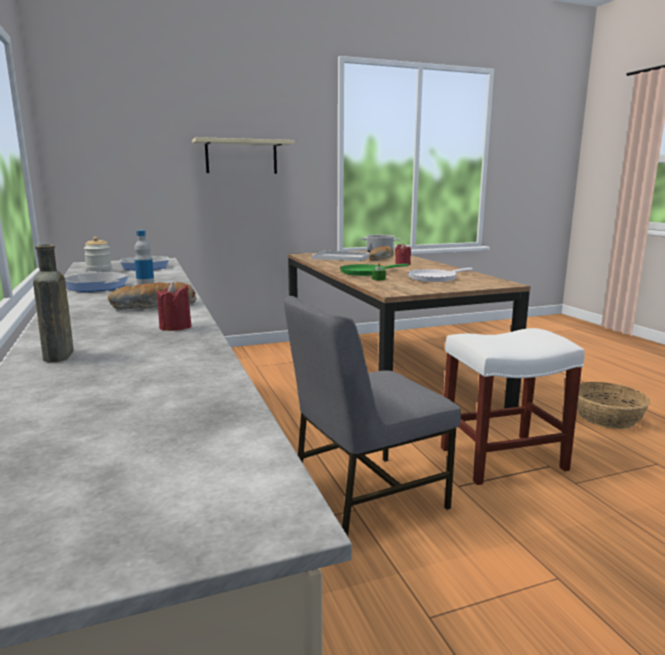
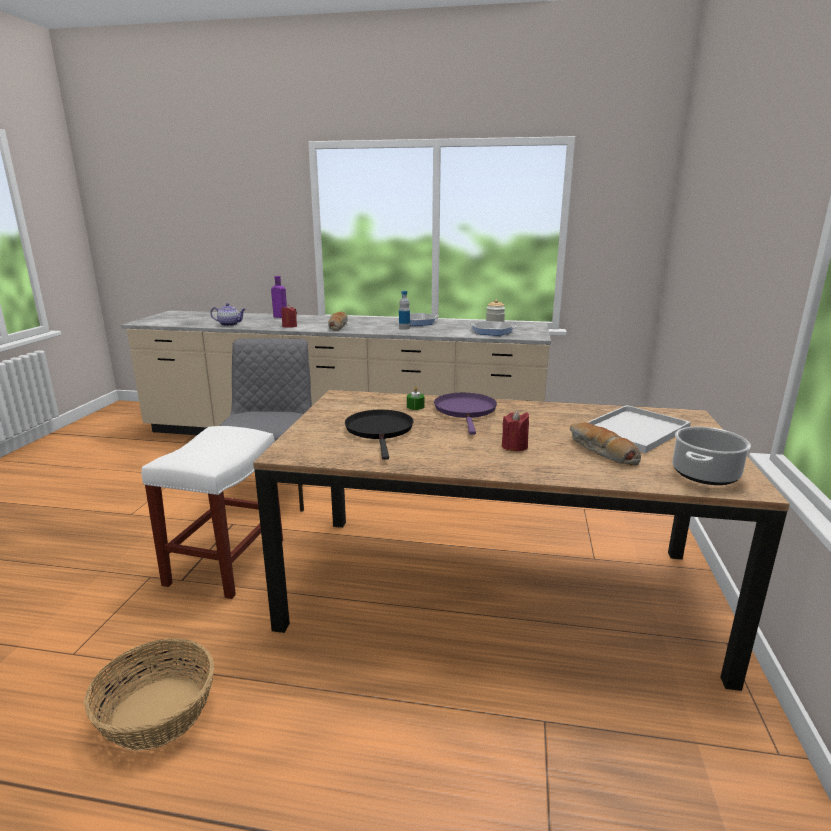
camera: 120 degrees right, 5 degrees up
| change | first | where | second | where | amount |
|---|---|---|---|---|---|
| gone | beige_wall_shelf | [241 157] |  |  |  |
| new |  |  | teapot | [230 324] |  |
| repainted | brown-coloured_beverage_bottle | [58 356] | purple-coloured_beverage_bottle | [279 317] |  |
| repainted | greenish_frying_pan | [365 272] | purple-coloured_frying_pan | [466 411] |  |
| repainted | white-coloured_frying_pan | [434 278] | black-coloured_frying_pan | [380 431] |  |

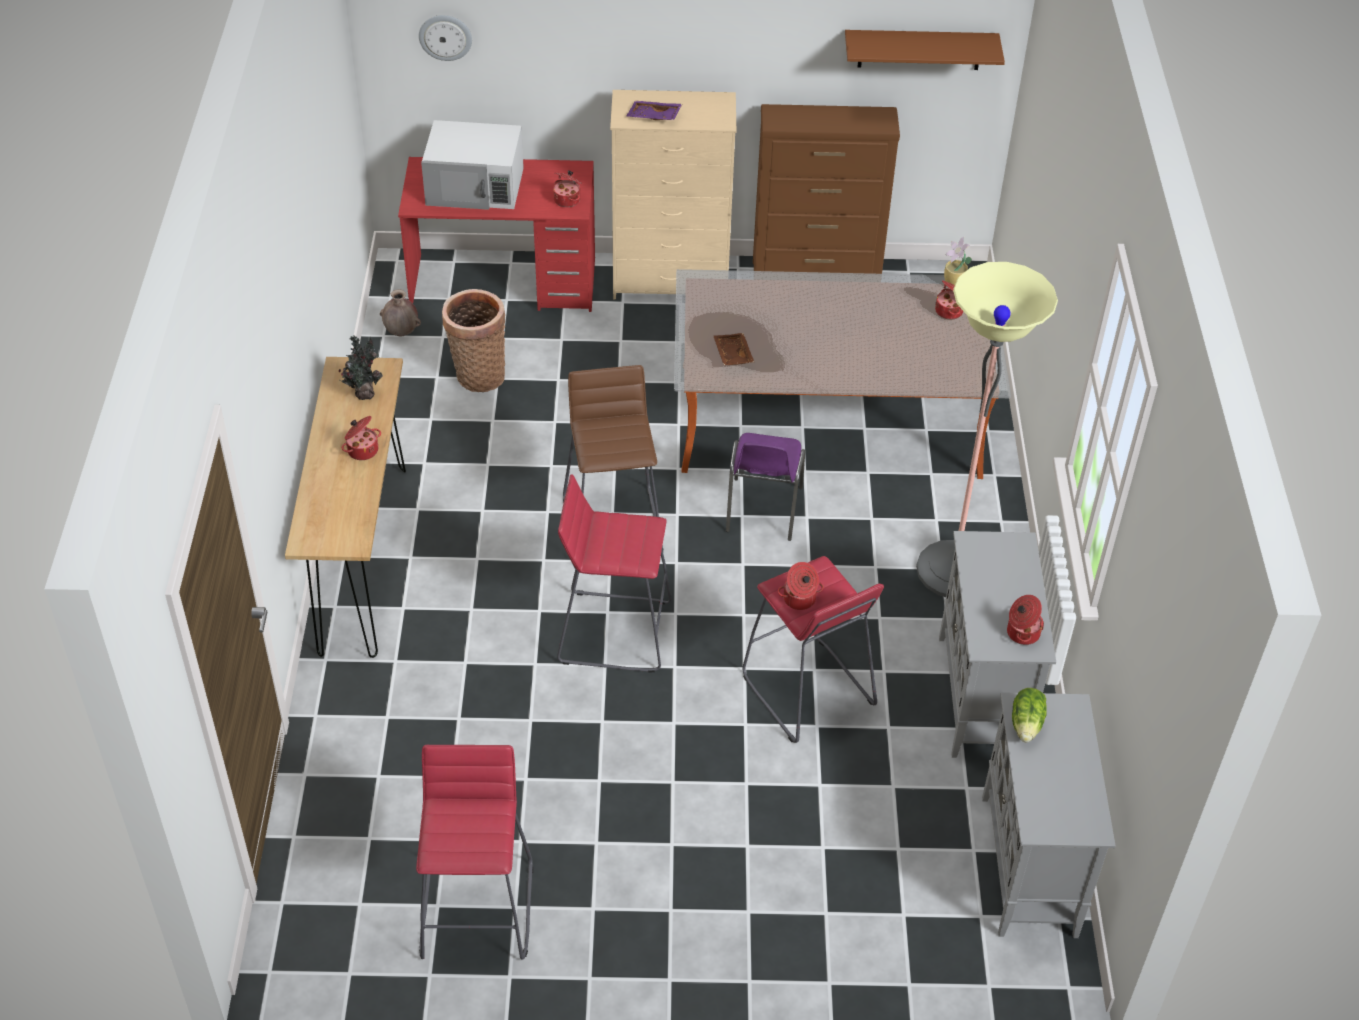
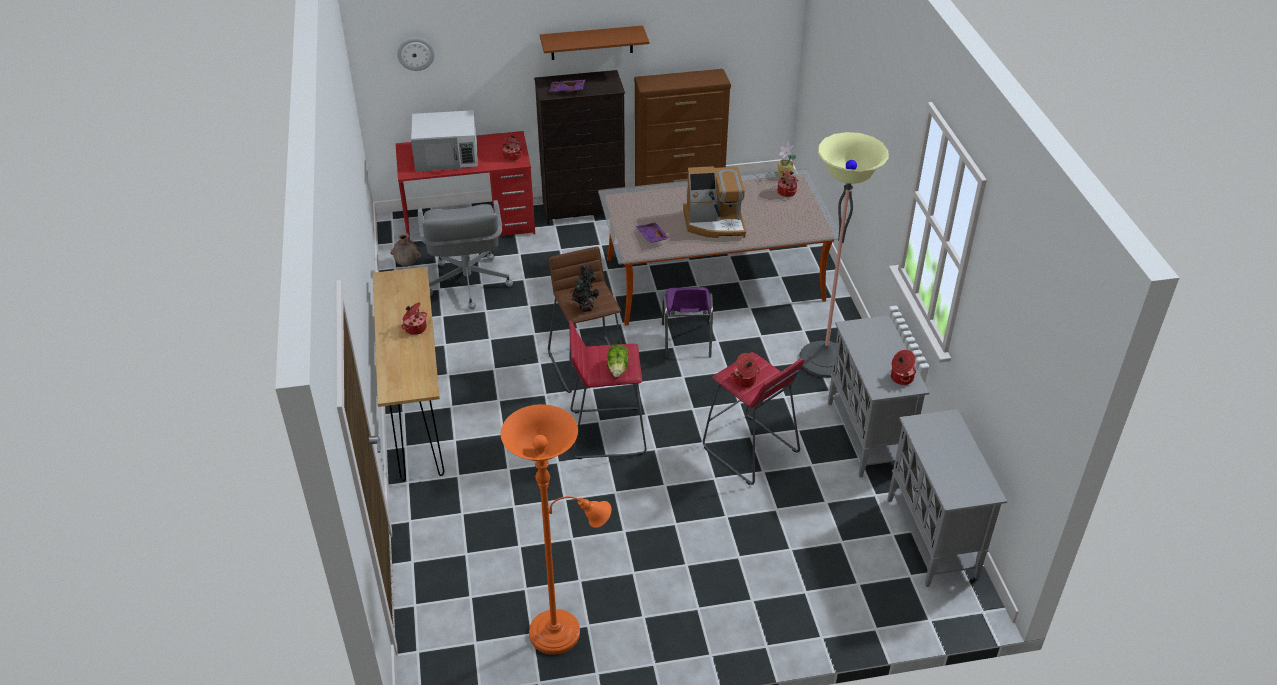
camera: 10 degrees left, 5 degrees down
| change | first | where | second | where | amount |
|---|---|---|---|---|---|
| new |  |  | coffee_machine | [715 223] |  |
| shifted | houseplant | [364 393] |  | [585 307] |  |
| shifted | brown-coloured_wall_shelf | [919 49] |  | [591 43] |  |
| shifted | head_of_lettuce | [1027 724] |  | [618 368] |  |
| swapped | reddish_stool_seat | [478 909] | orange-coloured_floor_lamp | [561 631] |  |
| swapped | household_basket | [477 374] | greyish_computer_chair | [467 283] |  |
| repainted | beige_chest_of_drawers | [671 282] | black-coloured_chest_of_drawers | [584 209] |  |
| repainted | brown-coloured_carrying_tray | [732 355] | purple-coloured_carrying_tray | [651 237] |  |

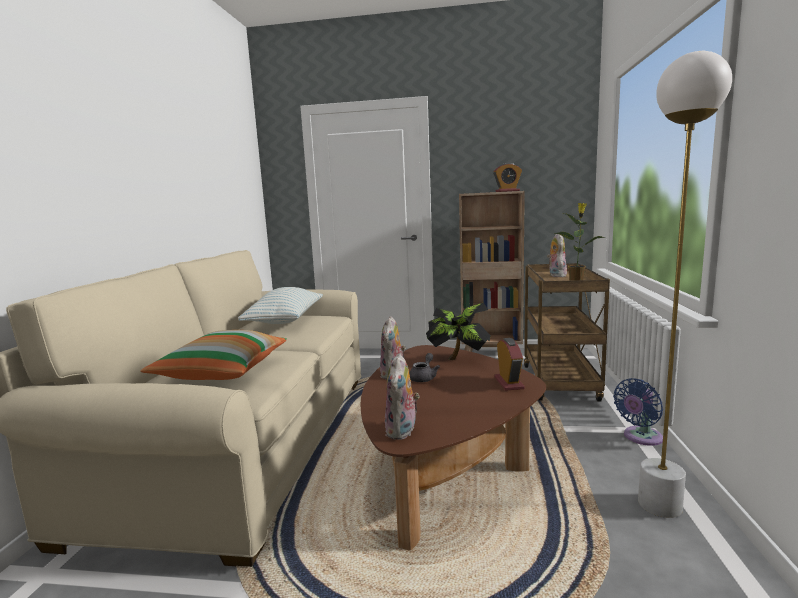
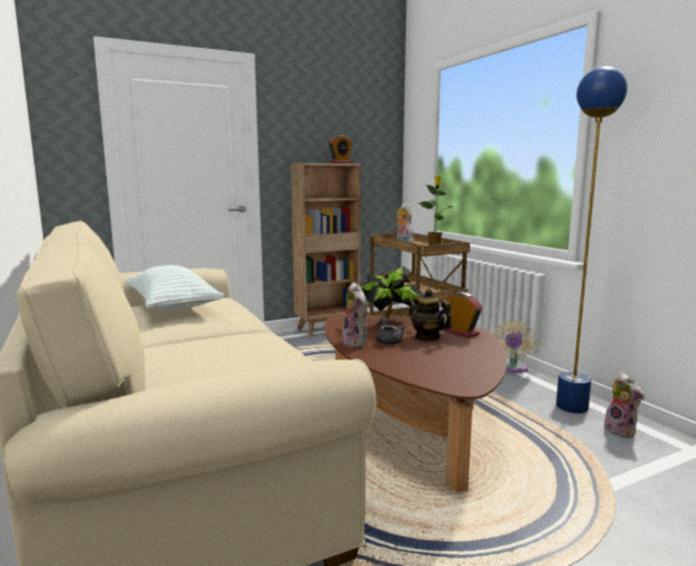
camera: 35 degrees left, 0 degrees up
| change | first | where | second | where | amount |
|---|---|---|---|---|---|
| gone | pillow | [222 371] |  |  |  |
| new |  |  | teapot | [427 337] |  |
| shifted | cuddly_toy | [403 431] |  | [622 431] |  |
| repainted | blue_cooling_fan | [640 438] | beige_cooling_fan | [512 368] |  |
| repainted | white-coloured_floor_lamp | [660 505] | blue_floor_lamp | [572 407] |  |

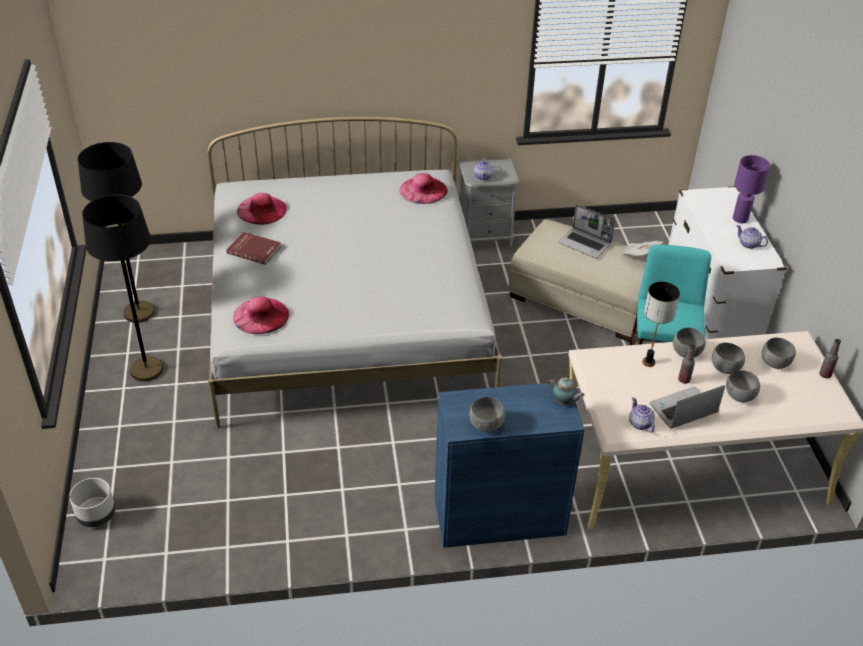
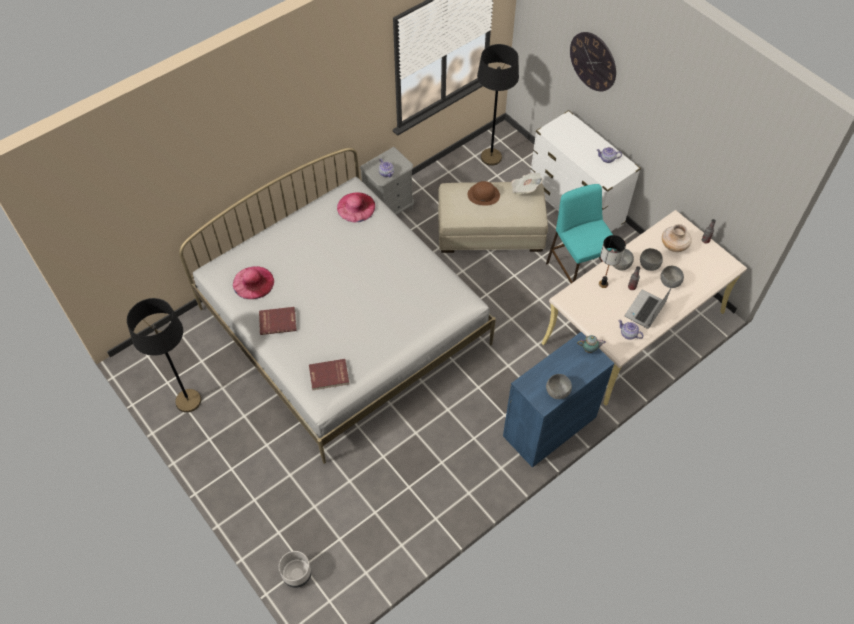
camera: 30 degrees left, 15 degrees up
| change | first | where | second | where | amount |
|---|---|---|---|---|---|
| gone | purple-coloured_lamp_for_a_table | [739 219] |  |  |  |
| new |  |  | wall_clock | [593 61] |  |
| shifted | black-coloured_floor_lamp | [146 370] |  | [491 157] |  |
| swapped | pink-coloured_clothing_hat | [261 315] | reddish_volume | [329 376] |  |
| swapped | notebook_computer | [585 244] | brown-coloured_clothing_hat | [483 194] |  |
| swapped | greyish_bowl | [775 363] | beige_flower_vase | [674 246] |  |

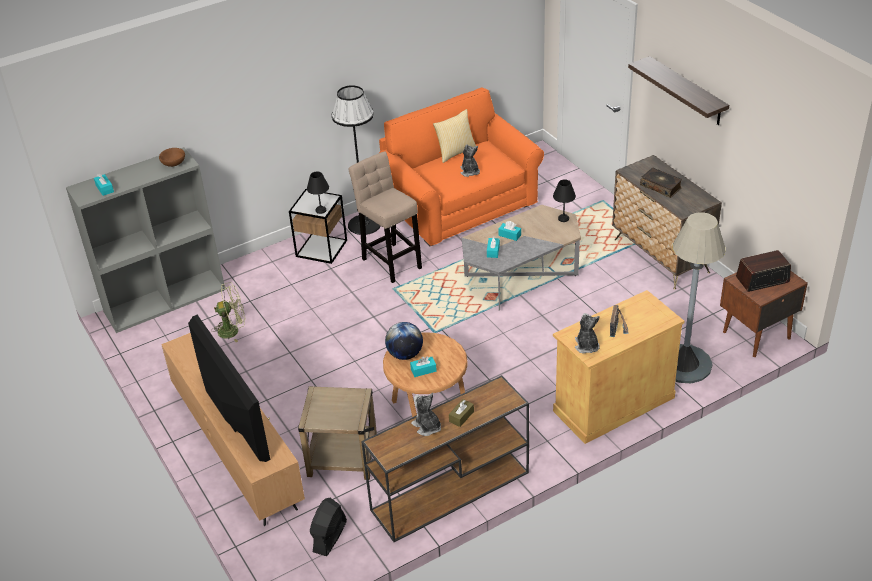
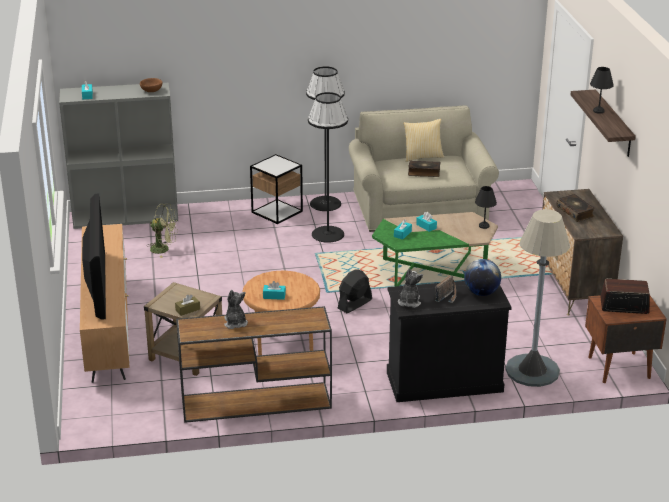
camera: 20 degrees right, 10 degrees down
| change | first | where | second | where | amount |
|---|---|---|---|---|---|
| shifted | black-coloured_lamp_for_a_table | [320 210] |  | [598 111] |  |
| shifted | black-coloured_cooling_fan | [329 537] |  | [354 304] |  |
| shifted | world_globe | [405 354] |  | [481 293] |  |
| shifted | brown-coloured_tissue_holder | [461 416] |  | [187 310] |  |
| swapped | beige_stool_seat | [390 261] | black-coloured_floor_lamp | [328 234] |  |
| swapped | cuddly_toy | [469 172] | volume | [424 172] |  |
| repainted | orange-coloured_sofa | [461 205] | beige_sofa | [419 209] |  |
| repainted | greyish_coffee_table | [520 276] | greenish_coffee_table | [433 271] |  |
| repainted | beige_cupboard | [613 404] | black-coloured_cupboard | [444 381] |  |

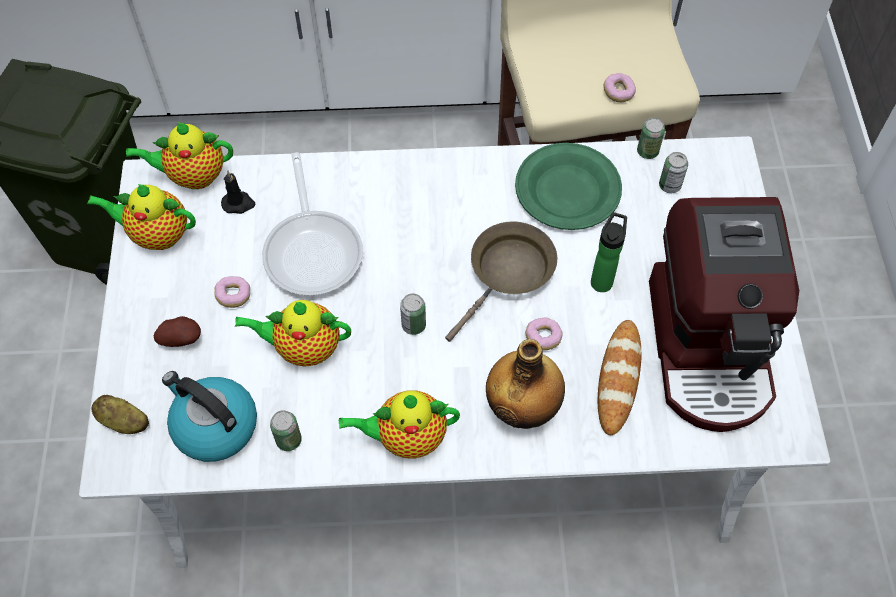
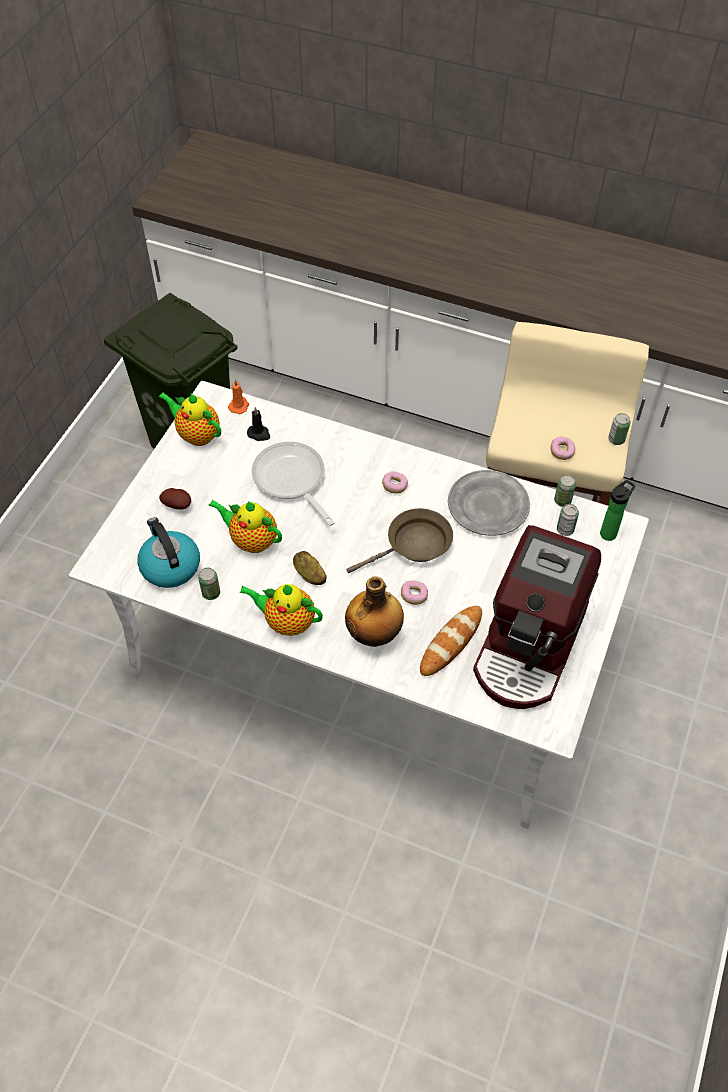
camera: 25 degrees right, 5 degrees down
| change | first | where | second | where | amount |
|---|---|---|---|---|---|
| shifted | whole_potato | [123 422] |  | [309 575] |  |
| shifted | donut | [234 296] |  | [394 486] |  |
| shifted | metal_can | [413 325] |  | [616 440] |  |
| shifted | beverage_bottle | [602 280] |  | [610 532] |  |
| swapped | teapot | [193 176] | orange-coloured_candle | [239 406] |  |
| repainted | greenish_plate | [568 191] | greyish_plate | [488 506] |  |
| rotated | frying_pan | [313 249] |  | [291 481] | 135 degrees clockwise |

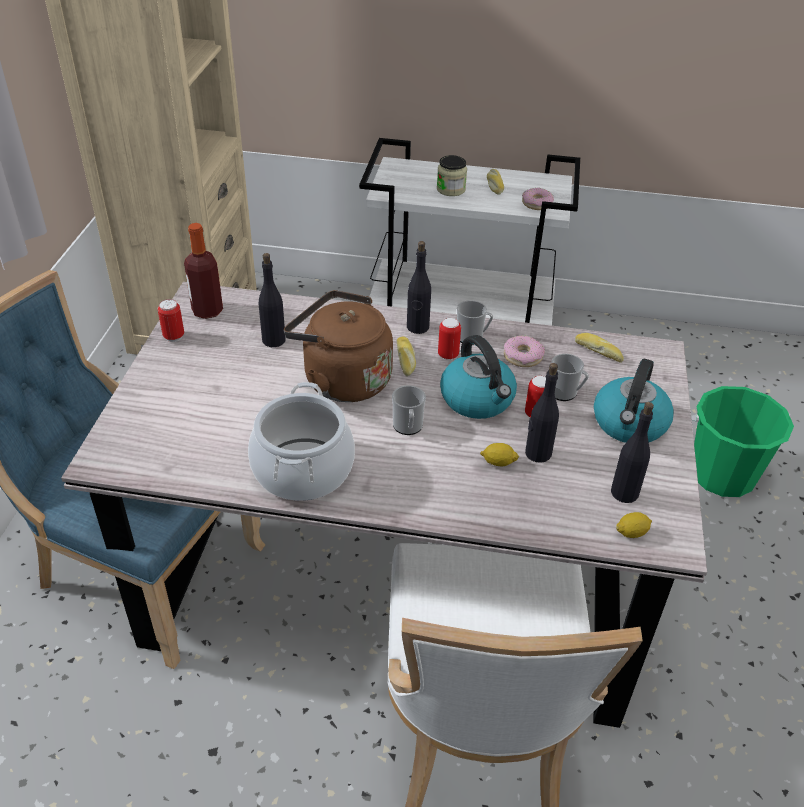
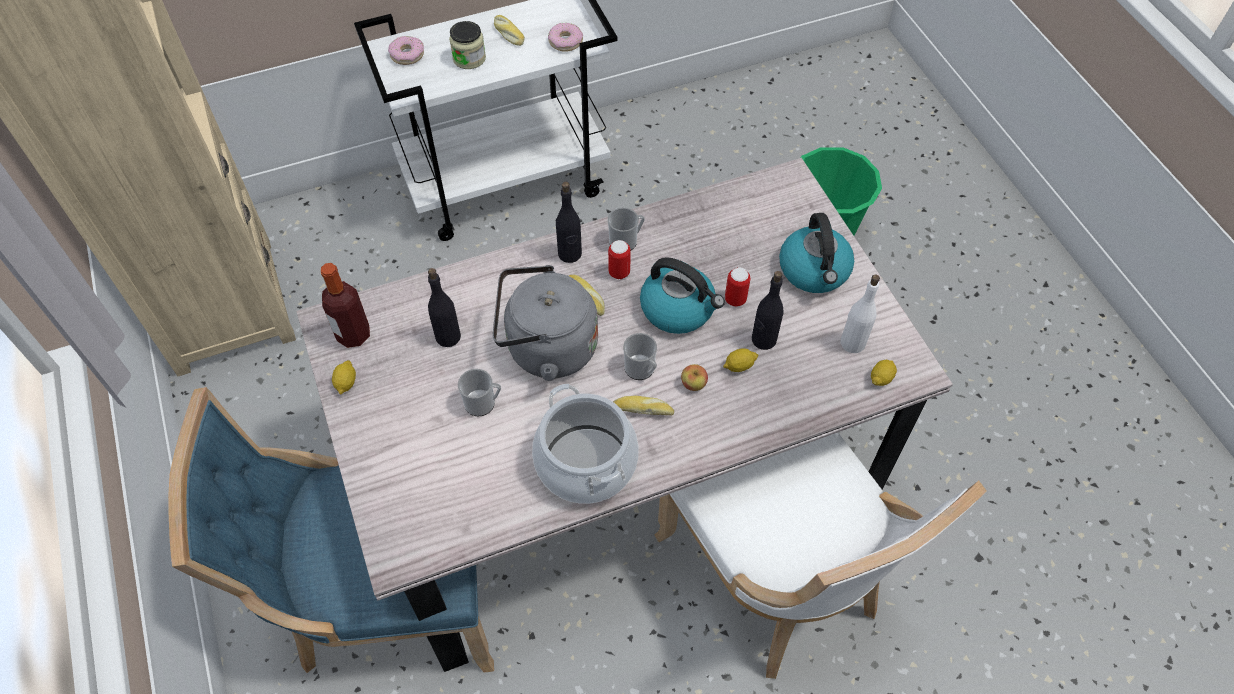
camera: 30 degrees left, 15 degrees up
| change | first | where | second | where | amount |
|---|---|---|---|---|---|
| new |  |  | apple | [693 384] |  |
| shifted | donut | [523 356] |  | [407 55] |  |
| shifted | mug | [565 393] |  | [483 403] |  |
| shifted | baked_bread | [598 352] |  | [643 409] |  |
| swapped | metal_can | [174 337] | citrus_fruit | [346 383] |  |
| repainted | brown-coloured_tea_kettle | [342 379] | greyish_tea_kettle | [546 348] |  |
| repainted | black-coloured_beverage_bottle | [624 492] | white-coloured_beverage_bottle | [852 342] |  |

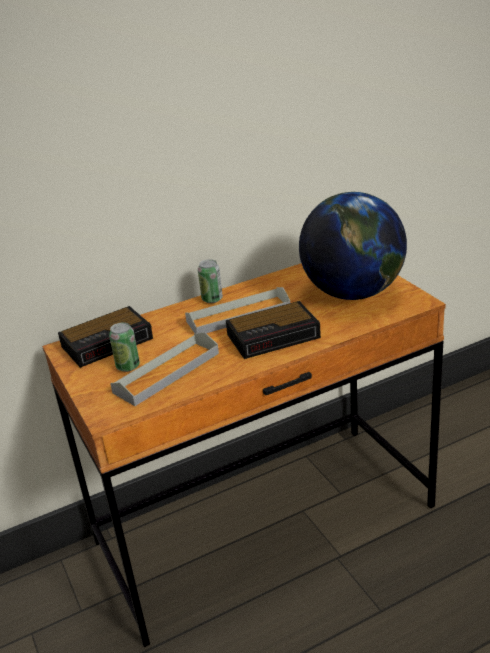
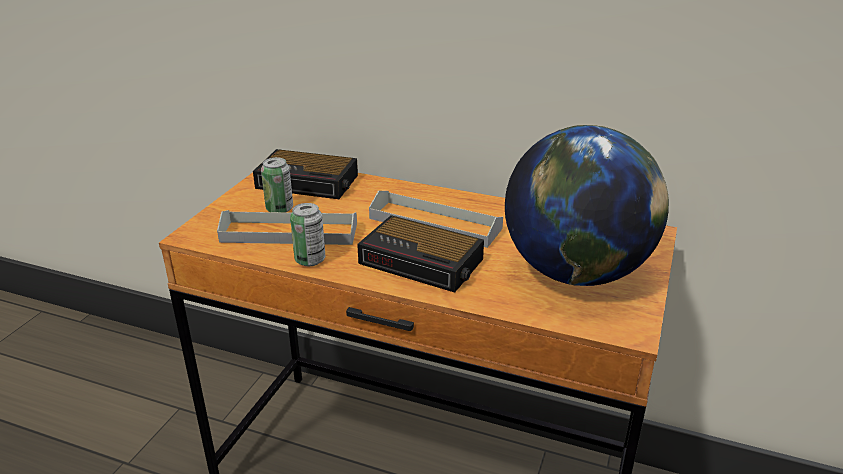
camera: 45 degrees right, 0 degrees up
| change | first | where | second | where | amount |
|---|---|---|---|---|---|
| shifted | metal_can | [212 299] |  | [310 260] |  |

